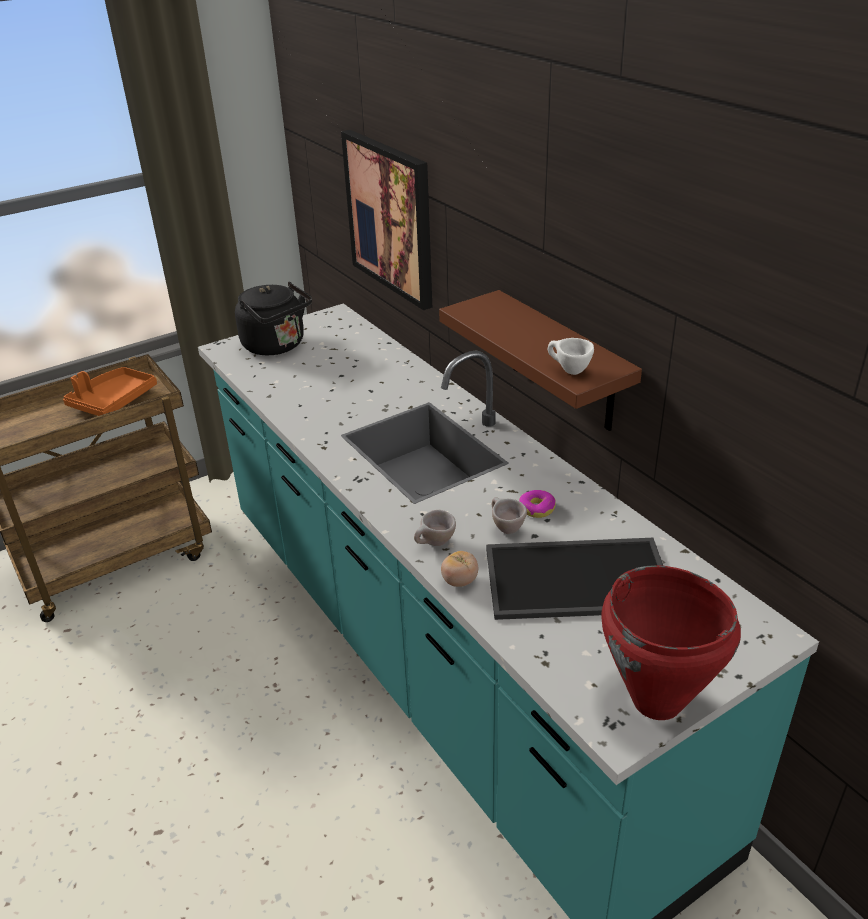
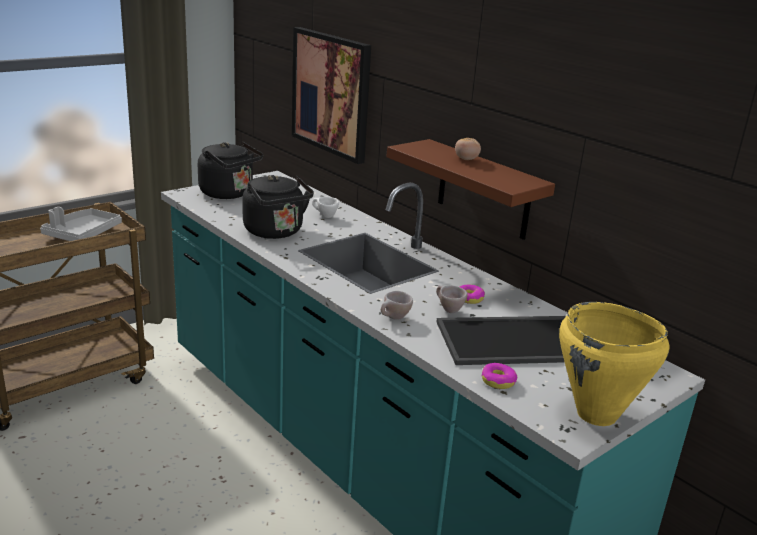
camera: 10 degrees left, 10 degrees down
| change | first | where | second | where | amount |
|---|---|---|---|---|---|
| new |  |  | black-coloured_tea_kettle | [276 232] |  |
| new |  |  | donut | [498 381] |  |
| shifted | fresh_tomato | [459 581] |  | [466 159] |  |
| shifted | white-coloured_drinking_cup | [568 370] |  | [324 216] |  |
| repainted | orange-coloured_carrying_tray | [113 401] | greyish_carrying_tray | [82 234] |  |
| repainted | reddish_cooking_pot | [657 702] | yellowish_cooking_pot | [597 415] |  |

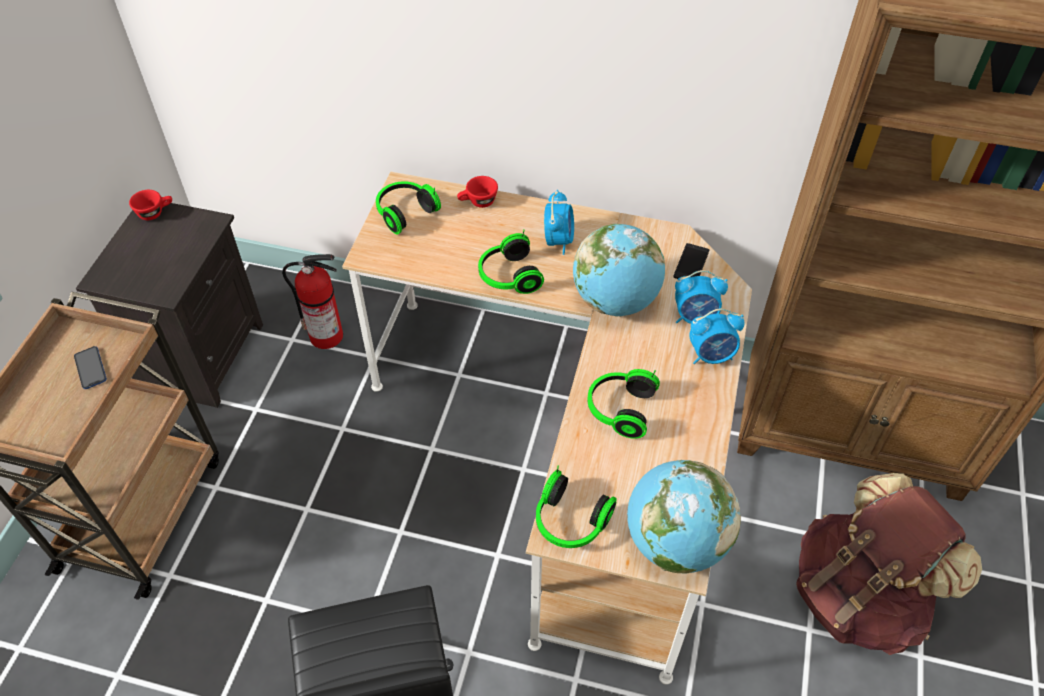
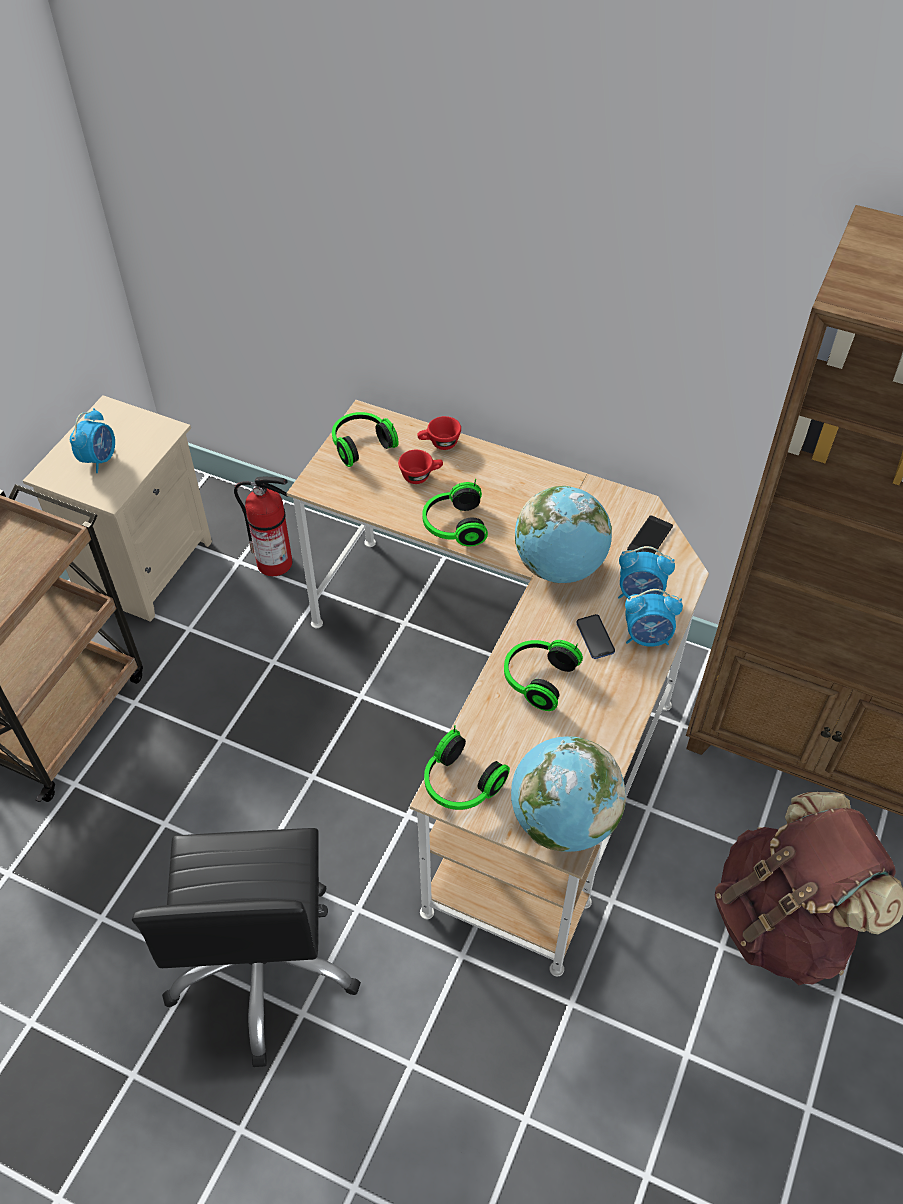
camera: 10 degrees right, 0 degrees up
| change | first | where | second | where | amount |
|---|---|---|---|---|---|
| shifted | phone | [90 368] |  | [595 637] |  |
| shifted | reddish_drinking_cup | [155 212] |  | [421 475] |  |
| shifted | table_clock | [558 240] |  | [99 459] |  |
| repainted | black-coloured_nightstand | [201 354] | beige_nightstand | [143 564] |  |

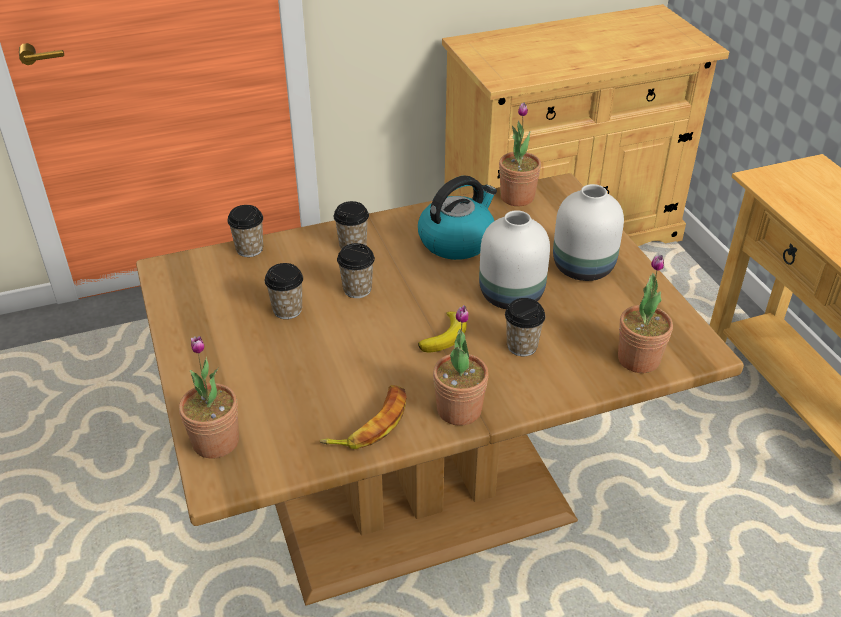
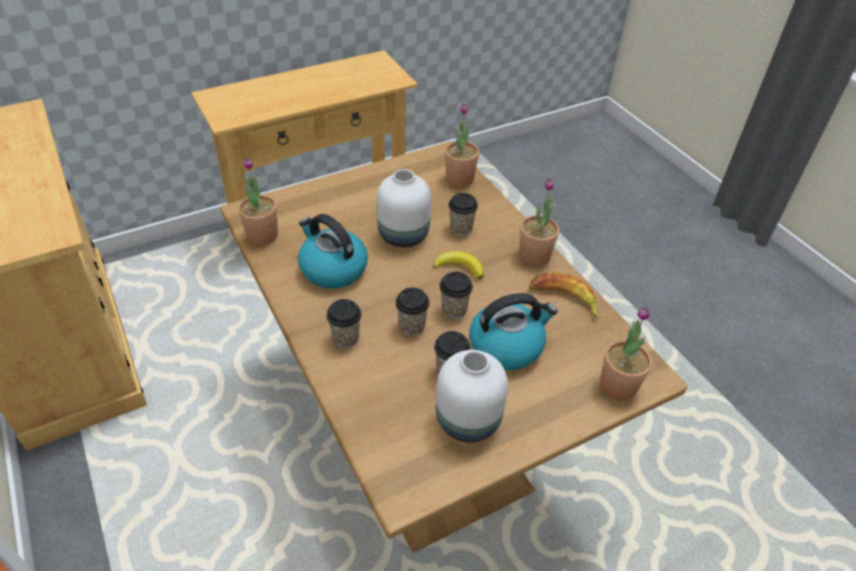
camera: 100 degrees left, 5 degrees up
| change | first | where | second | where | amount |
|---|---|---|---|---|---|
| new |  |  | tea_kettle | [507 346] |  |
| shifted | drinking_cup | [249 249] |  | [454 310] |  |
| shifted | white-coloured_flower_vase | [582 268] |  | [469 421] |  |

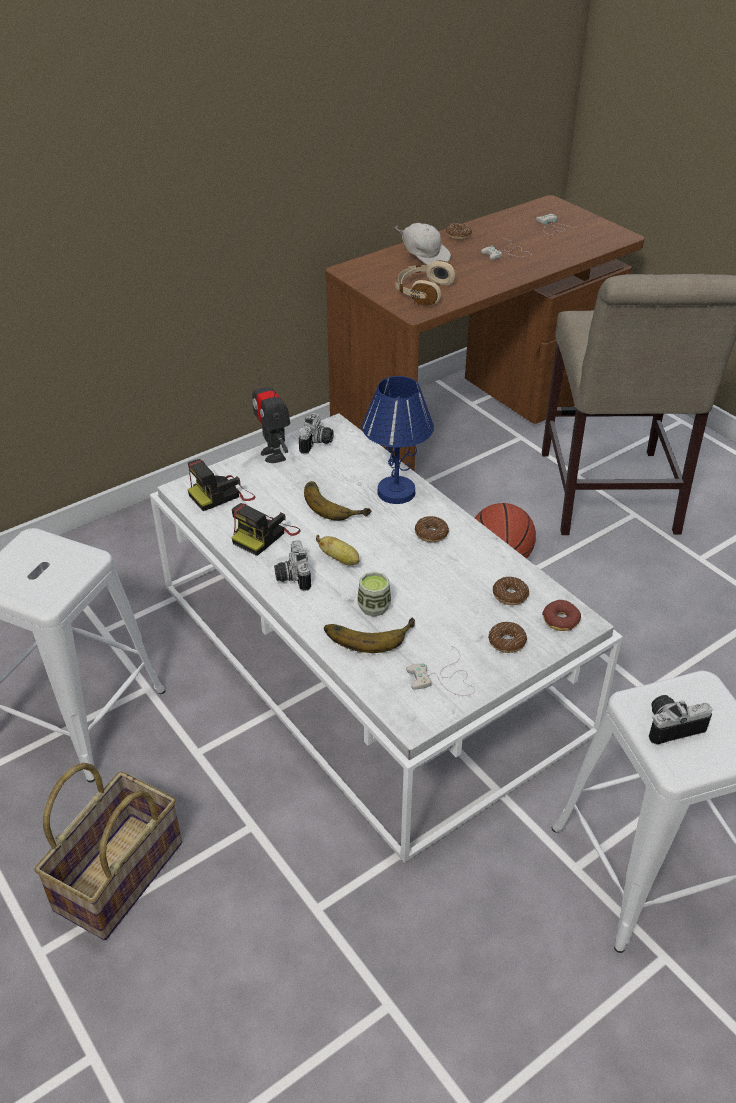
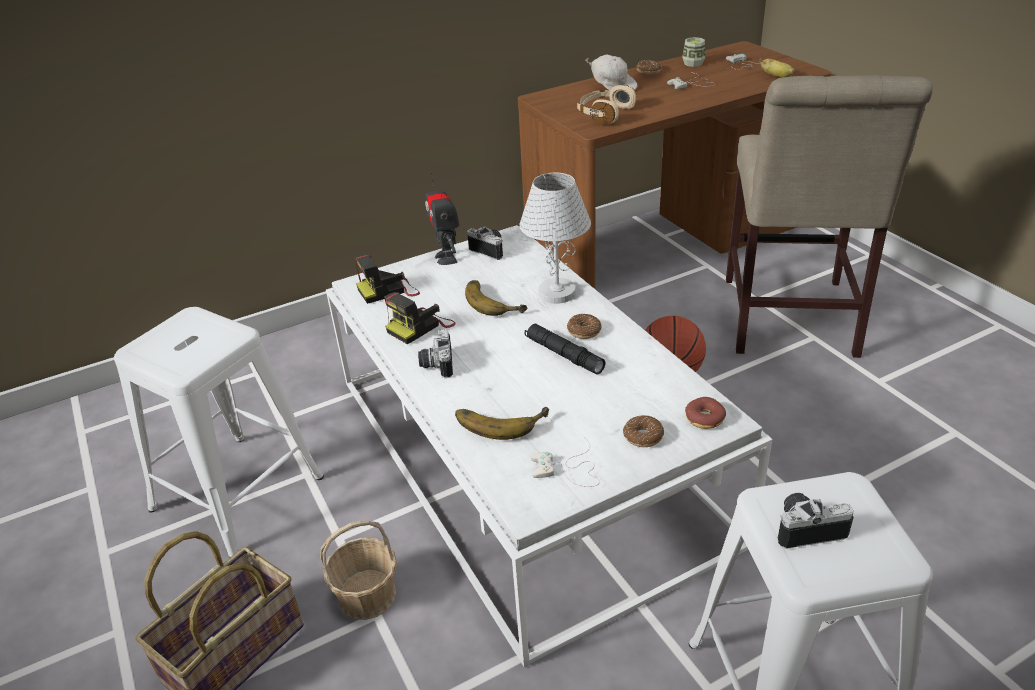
camera: 10 degrees right, 5 degrees down
| change | first | where | second | where | amount |
|---|---|---|---|---|---|
| gone | donut | [510 595] |  |  |  |
| new |  |  | household_basket | [367 595] |  |
| new |  |  | black-coloured_torch | [564 354] |  |
| shifted | banana | [340 560] |  | [777 76] |  |
| shifted | drinking_cup | [374 607] |  | [693 63] |  |
| repainted | blue_lamp_for_a_table | [397 492] | white-coloured_lamp_for_a_table | [557 293] |  |
| rotated | photo_camera | [317 443] |  | [490 249] | 75 degrees counterclockwise |

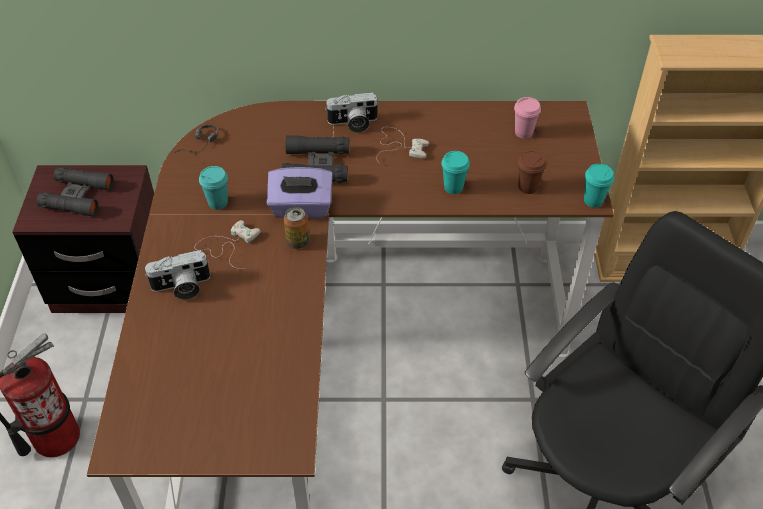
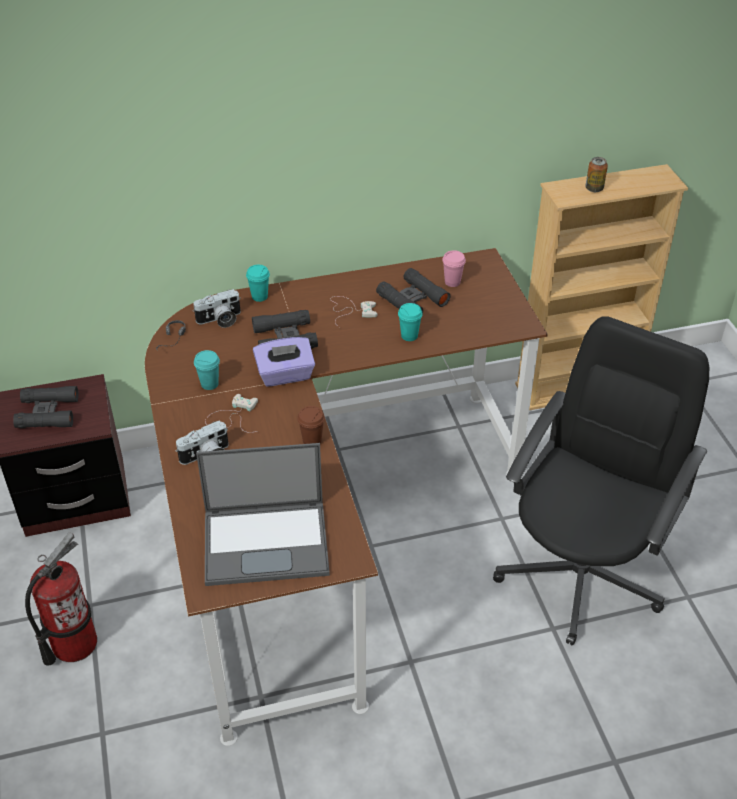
camera: 15 degrees left, 5 degrees down
| change | first | where | second | where | amount |
|---|---|---|---|---|---|
| new |  |  | notebook_computer | [267 542] |  |
| new |  |  | black-coloured_field_glasses | [412 300] |  |
| shifted | metal_can | [298 242] |  | [594 188] |  |
| shifted | photo_camera | [353 124] |  | [220 320] |  |
| shifted | brown-coloured_drinking_cup | [527 187] |  | [312 441] |  |
| shifted | turquoise-coloured_drinking_cup | [593 200] |  | [259 296] |  |

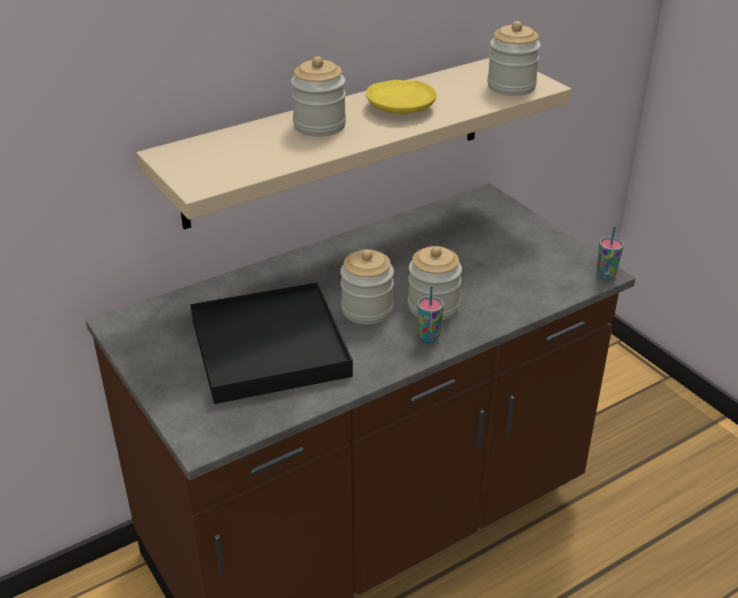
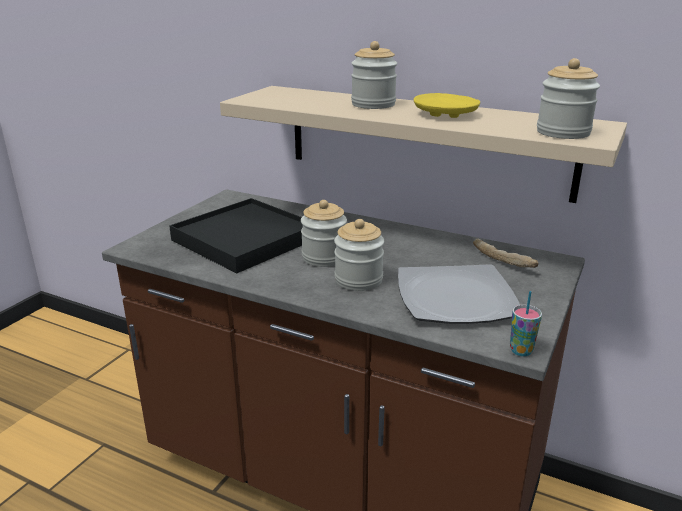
camera: 60 degrees right, 10 degrees down
| change | first | where | second | where | amount |
|---|---|---|---|---|---|
| gone | drinking_cup | [429 337] |  |  |  |
| new |  |  | plate | [454 297] |  |
| new |  |  | baked_bread | [503 260] |  |

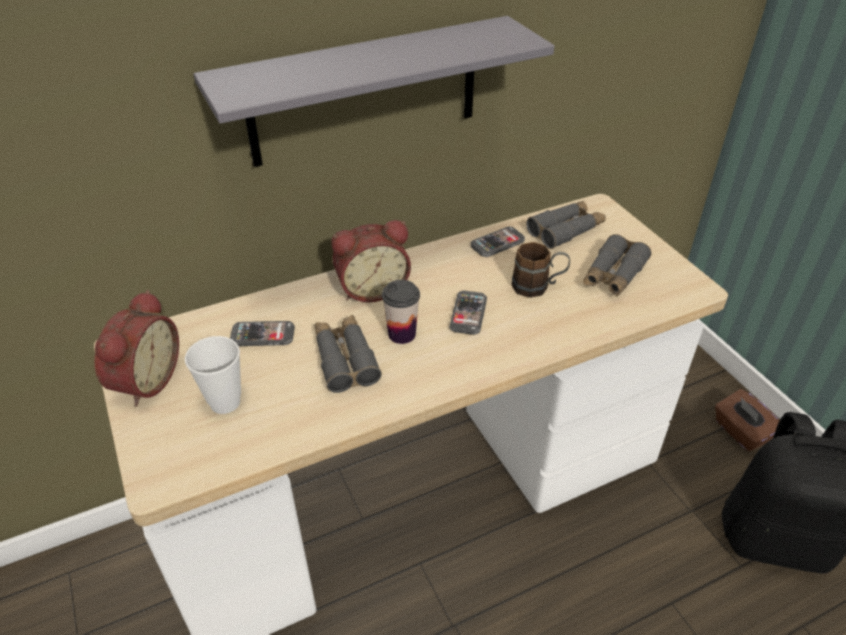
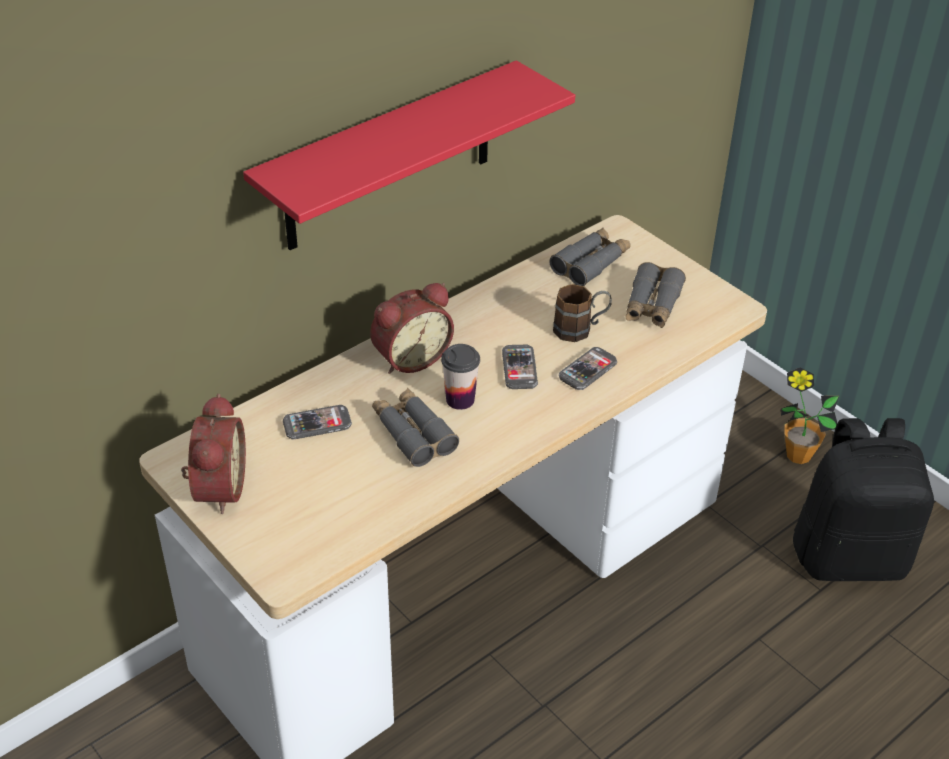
camera: 15 degrees left, 0 degrees up
| change | first | where | second | where | amount |
|---|---|---|---|---|---|
| gone | drinking_cup | [225 402] |  |  |  |
| shifted | phone | [497 243] |  | [587 370] |  |
| swapped | brown-coloured_tissue_holder | [740 432] | houseplant | [798 455] |  |
| repainted | greyish_wall_shelf | [365 92] | reddish_wall_shelf | [389 158] |  |

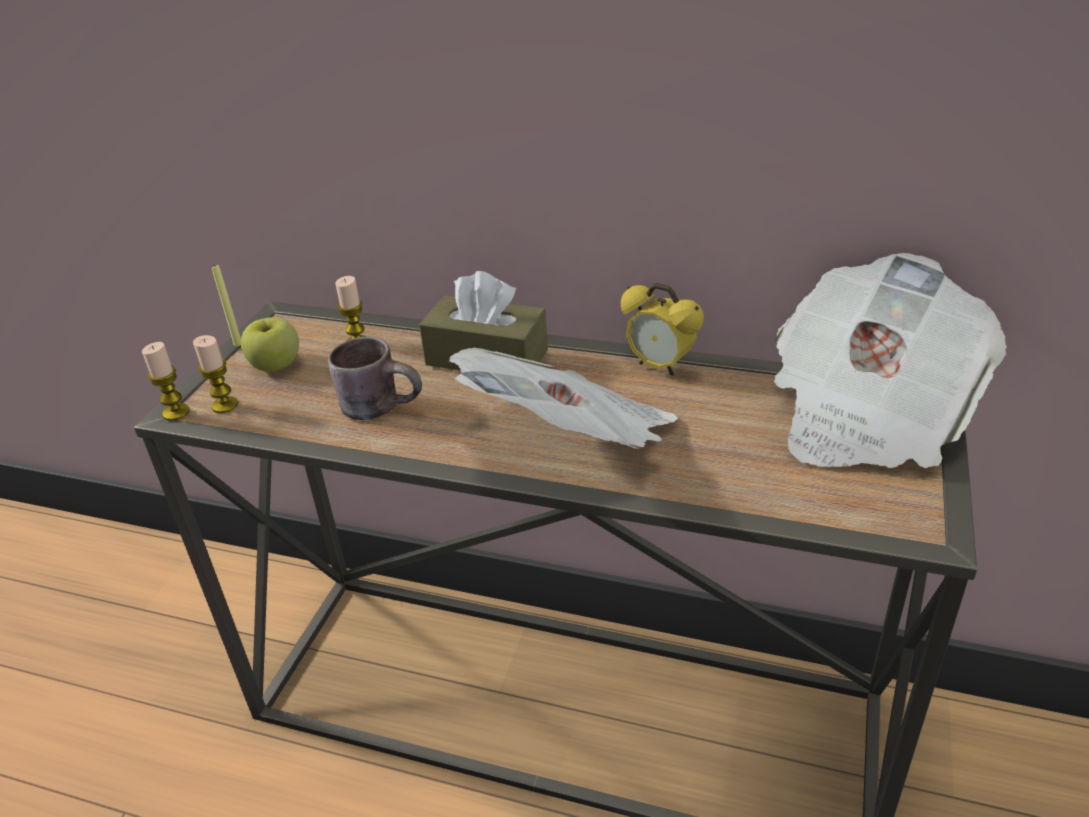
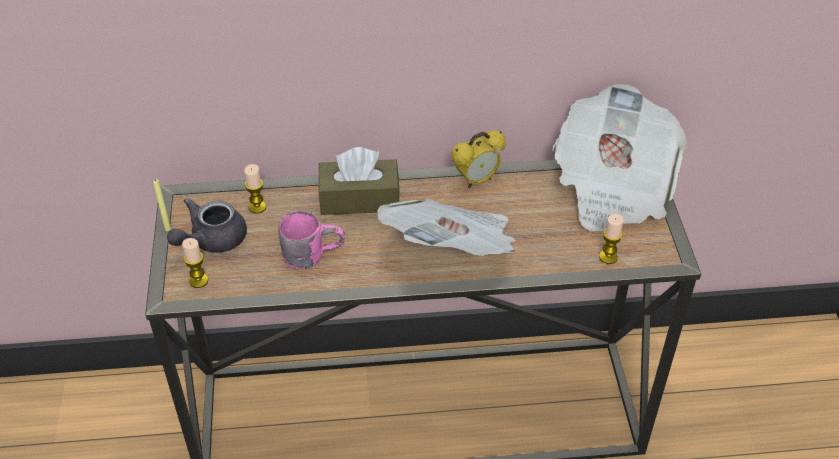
camera: 25 degrees left, 10 degrees up
| change | first | where | second | where | amount |
|---|---|---|---|---|---|
| shifted | candle | [176 412] |  | [608 257] |  |
| swapped | apple | [276 366] | greyish_teapot | [211 240] |  |
| repainted | brown-coloured_mug | [383 404] | pink-coloured_mug | [312 252] |  |
| rotated | table_clock | [660 366] |  | [476 180] | 45 degrees counterclockwise |

